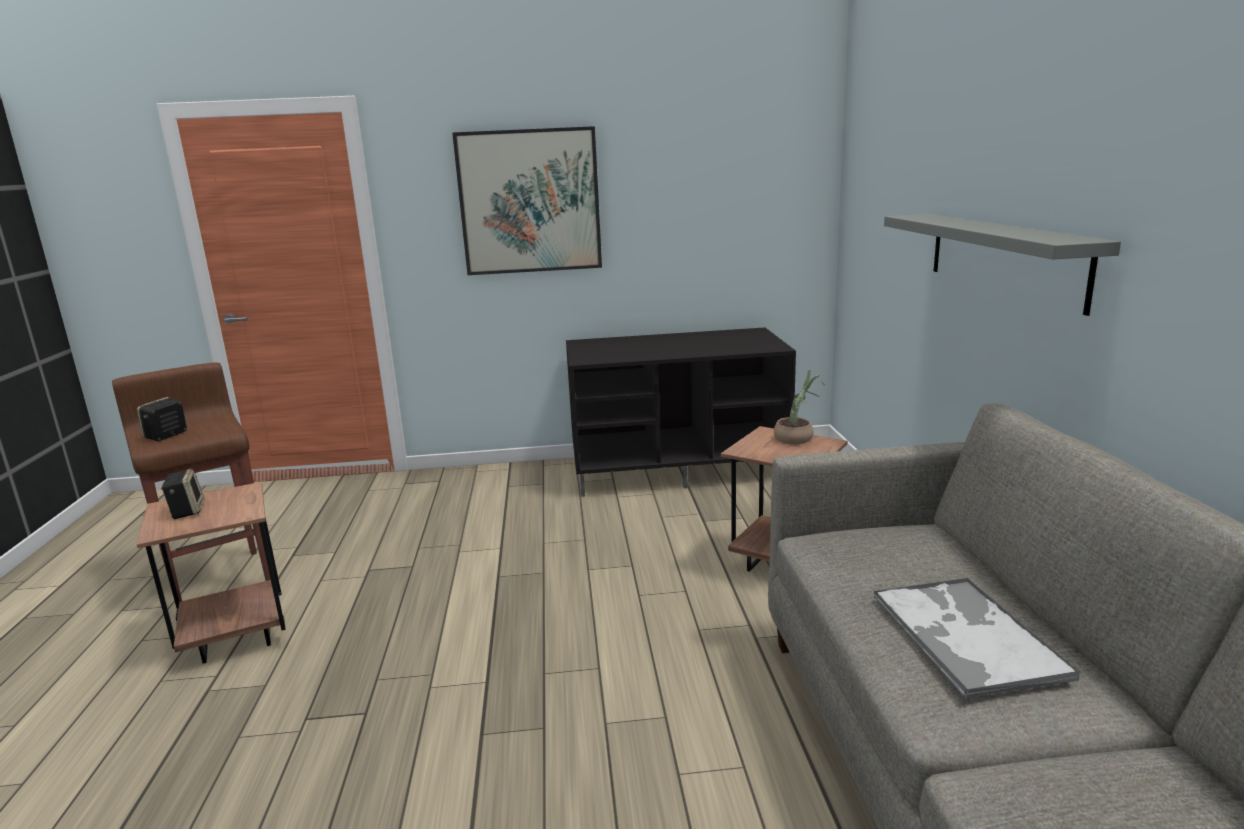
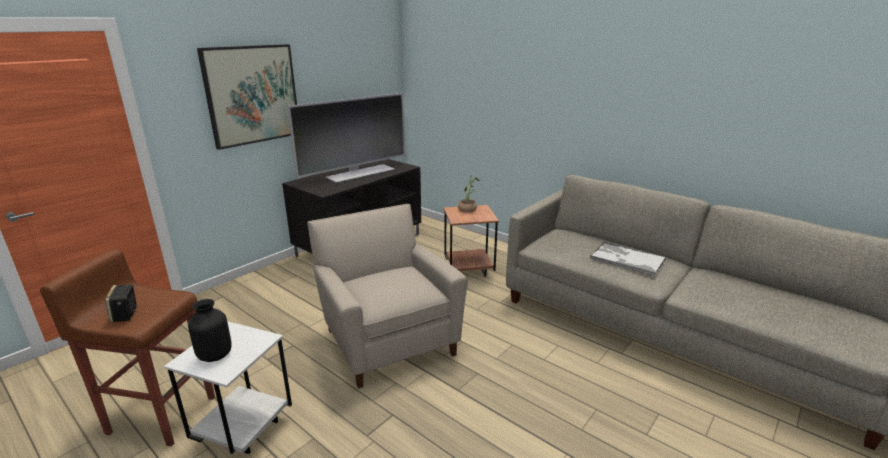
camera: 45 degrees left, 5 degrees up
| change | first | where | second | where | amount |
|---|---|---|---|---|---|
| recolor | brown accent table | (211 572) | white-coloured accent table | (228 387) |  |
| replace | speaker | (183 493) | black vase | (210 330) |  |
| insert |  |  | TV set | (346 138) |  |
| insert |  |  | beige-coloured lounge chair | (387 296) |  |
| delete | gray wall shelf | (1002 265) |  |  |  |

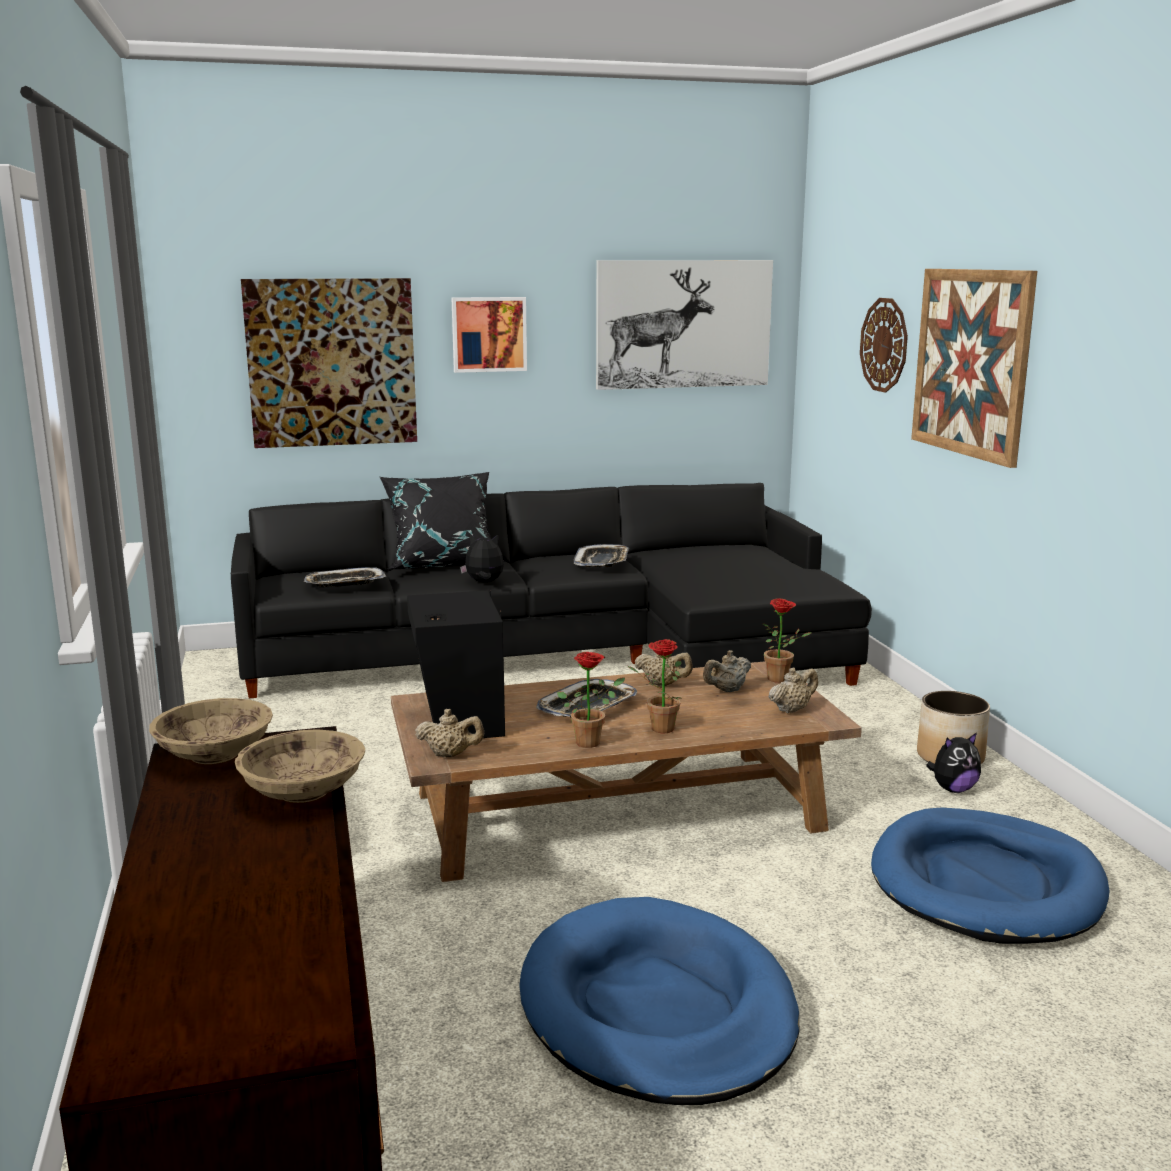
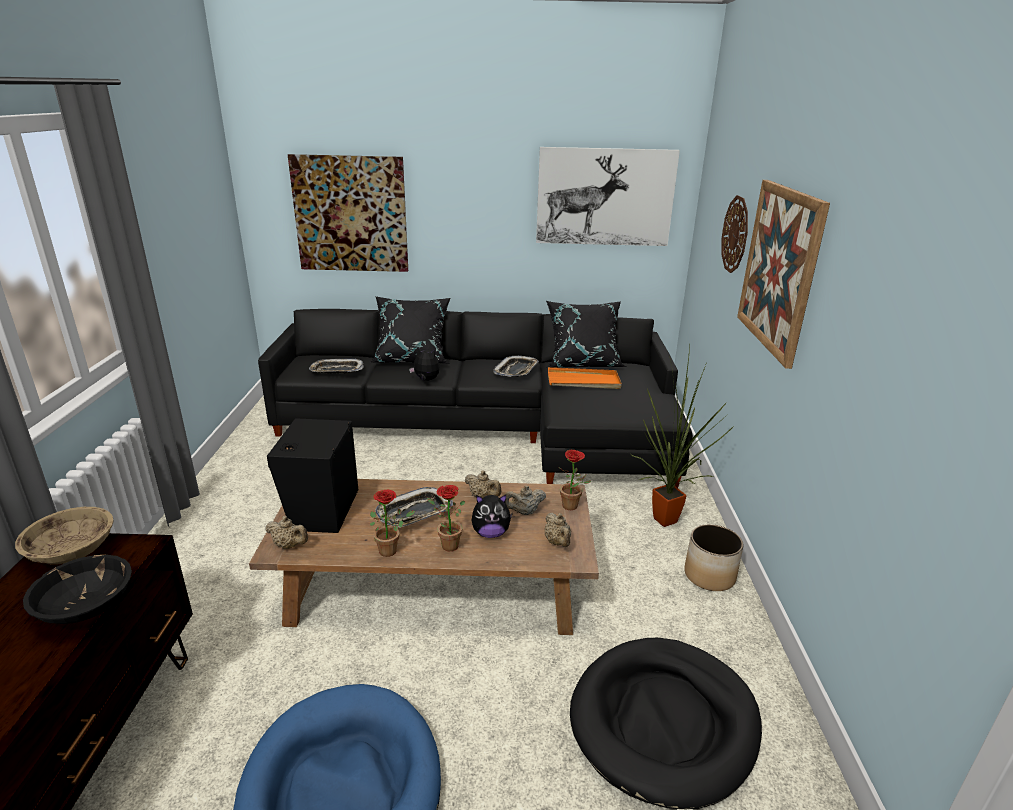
camera: 15 degrees right, 10 degrees up
| change | first | where | second | where | amount |
|---|---|---|---|---|---|
| recolor | beige-coloured deep dish | (300 766) | black deep dish | (77 589) |  |
| move | soft toy | (953 762) |  | (492 516) |  |
| rotate | beige-coloured pot for tea | (793 690) |  | (558 530) | 90 degrees clockwise |
| insert |  |  | black pillow | (586 334) |  |
| insert |  |  | orange carrying tray | (585 378) |  |
| recolor | blue-coloured dog bed | (990 876) | black dog bed | (666 723) |  |
| insert |  |  | potted plant | (682 436) |  |
| delete | wall picture | (489 335) |  |  |  |

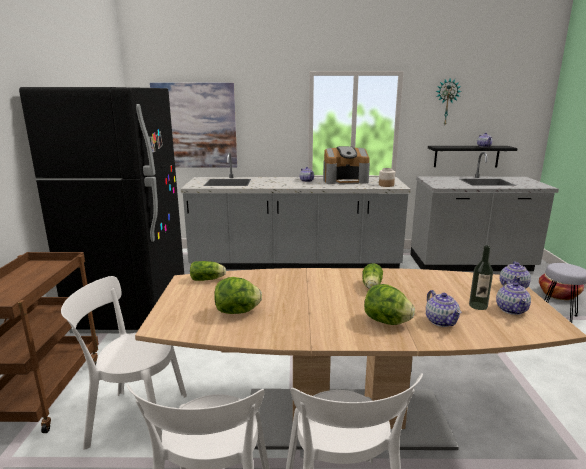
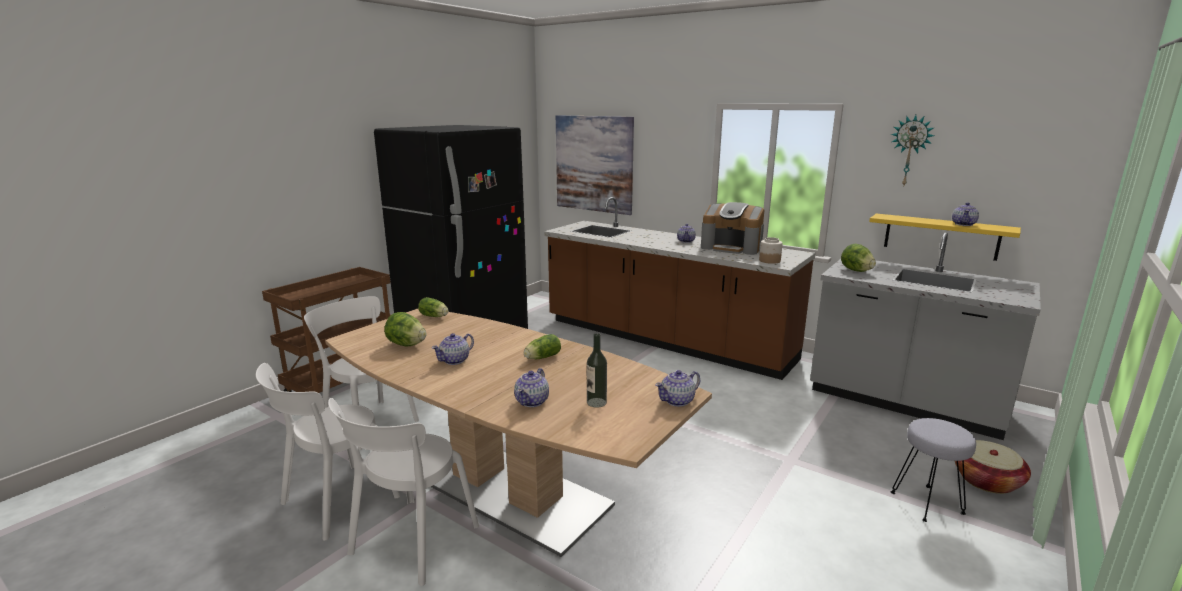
camera: 35 degrees right, 0 degrees up
| change | first | where | second | where | amount |
|---|---|---|---|---|---|
| move | pot for tea | (513 297) |  | (453 349) |  |
| recolor | gray kitchen counter | (296 211) | brown kitchen counter | (680 288) |  |
| move | lettuce | (389 304) |  | (858 258) |  |
| recolor | black wall shelf | (472 156) | yellow-coloured wall shelf | (945 237) |  |

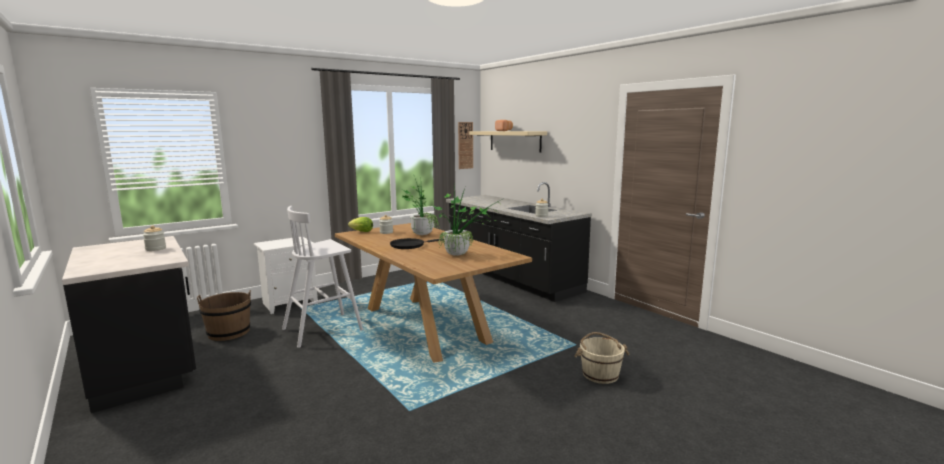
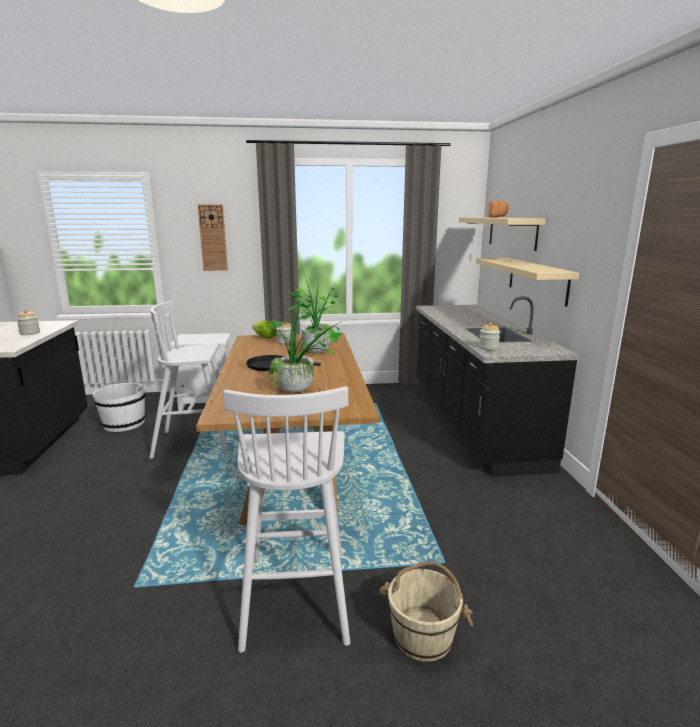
camera: 30 degrees right, 5 degrees up
| change | first | where | second | where | amount |
|---|---|---|---|---|---|
| recolor | brown water bucket | (224 315) | white-coloured water bucket | (119 406) |  |
| move | hanging clock | (465 145) |  | (213 237) |  |
| insert |  |  | white-coloured stool | (286 519) |  |
| insert |  |  | beige-coloured wall shelf | (527 282) |  |

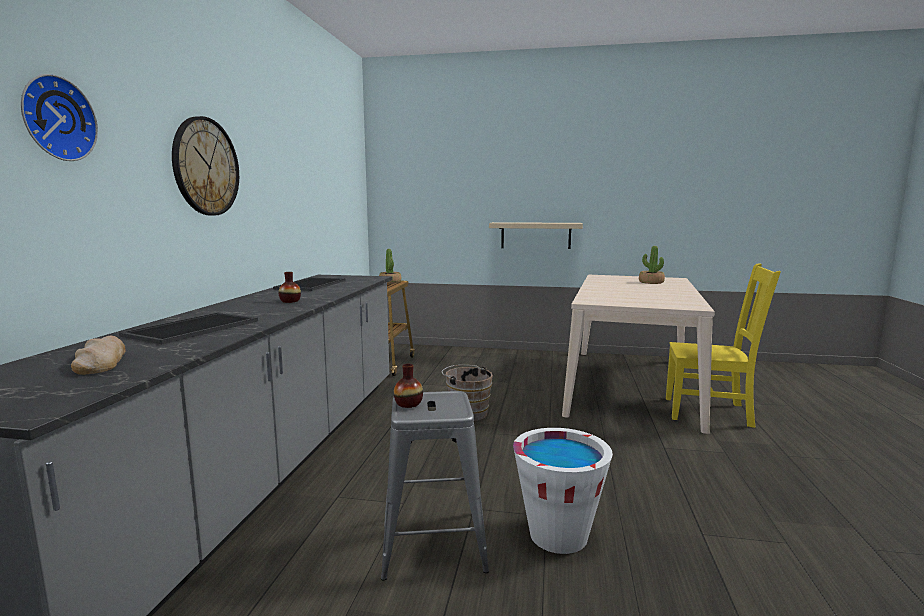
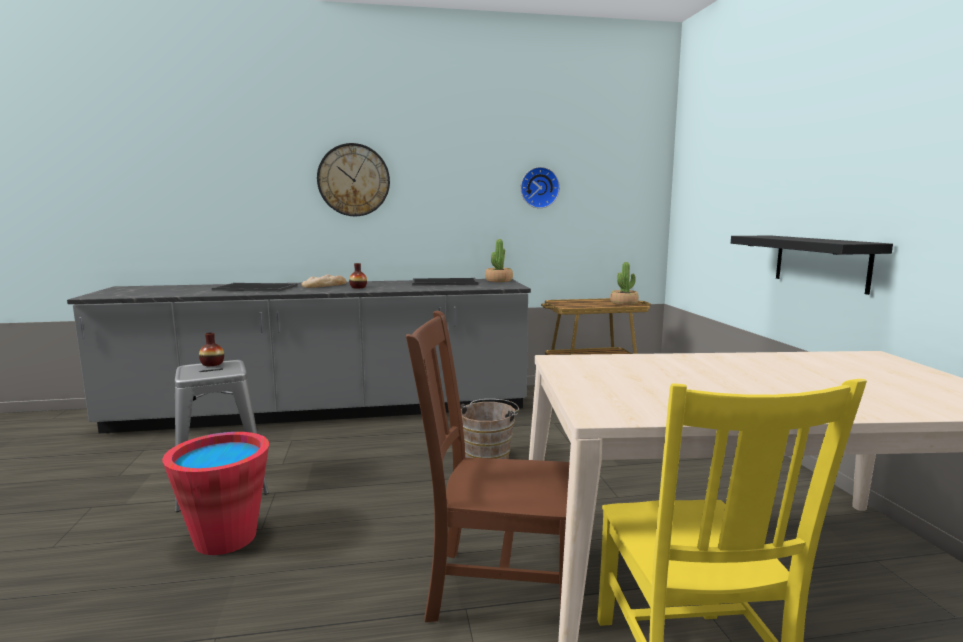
camera: 70 degrees right, 0 degrees up
| change | first | where | second | where | amount |
|---|---|---|---|---|---|
| recolor | white-coloured water bucket | (563 491) | red water bucket | (215 493) |  |
| move | bakery bread | (98 355) |  | (324 281) |  |
| insert |  |  | brown plain chair | (487 466) |  |
| move | potted plant | (652 265) |  | (499 260) |  |
| move | hanging clock | (59 117) |  | (540 187) |  |
| recolor | beige-coloured wall shelf | (536 235) | black wall shelf | (812 265) |  |

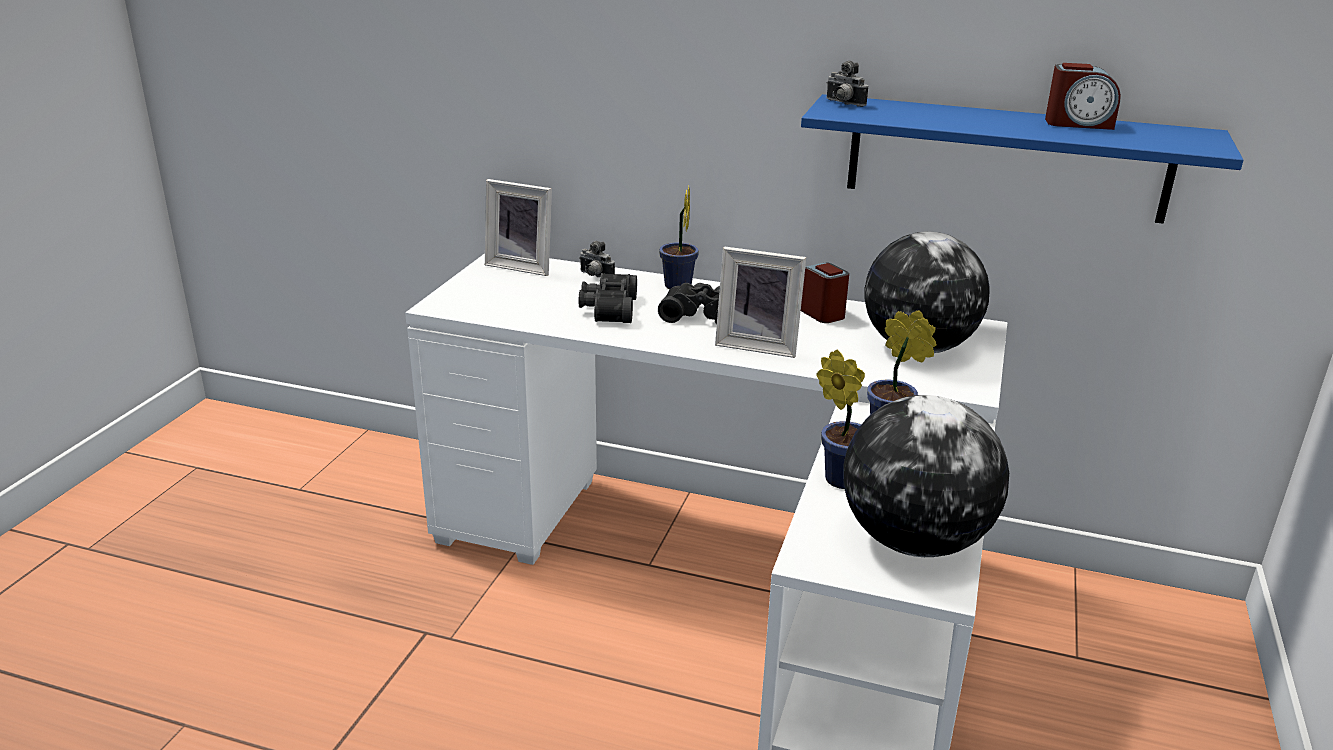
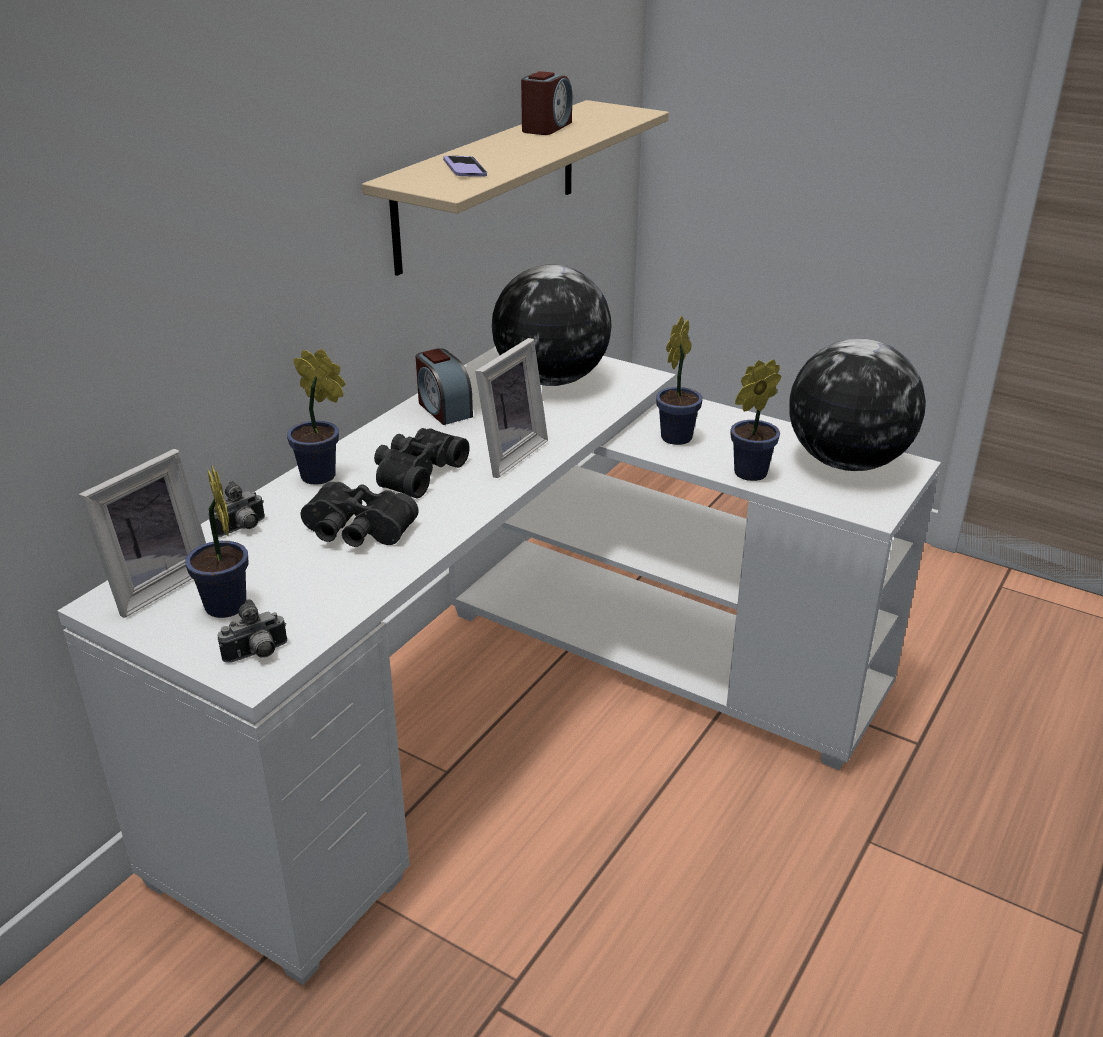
camera: 75 degrees left, 5 degrees up
| change | first | where | second | where | amount |
|---|---|---|---|---|---|
| insert |  |  | potted plant | (216 542) |  |
| move | still camera | (847 84) |  | (252 631) |  |
| recolor | blue-coloured wall shelf | (1022 159) | beige-coloured wall shelf | (515 188) |  |
| rotate | table clock | (825 292) |  | (444 386) | 105 degrees counterclockwise |
| insert |  |  | phone | (465 166) |  |

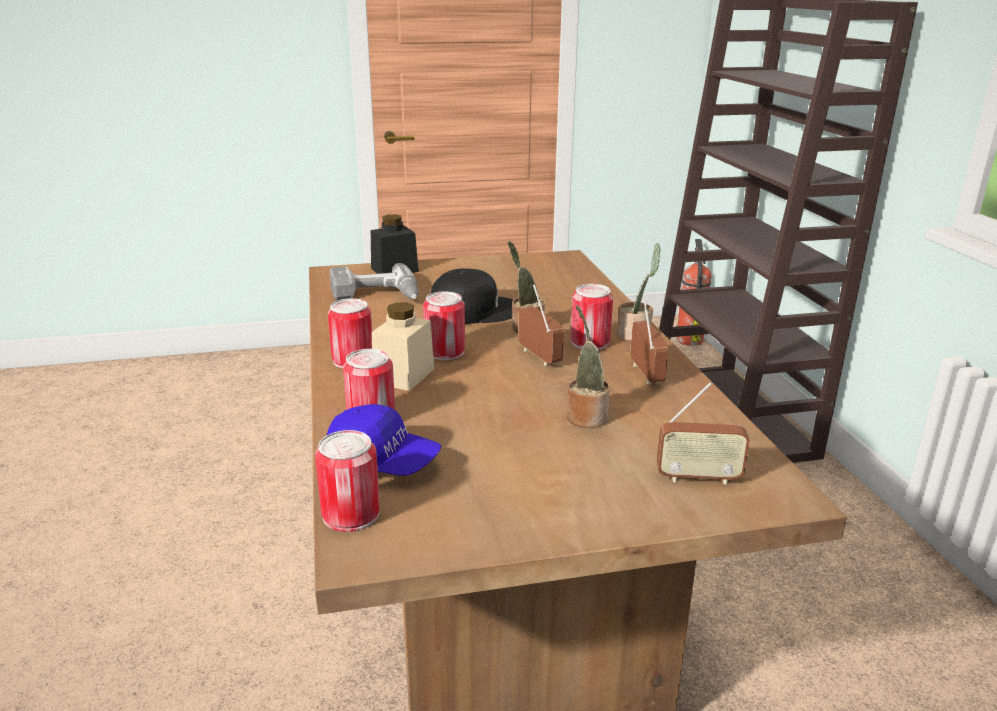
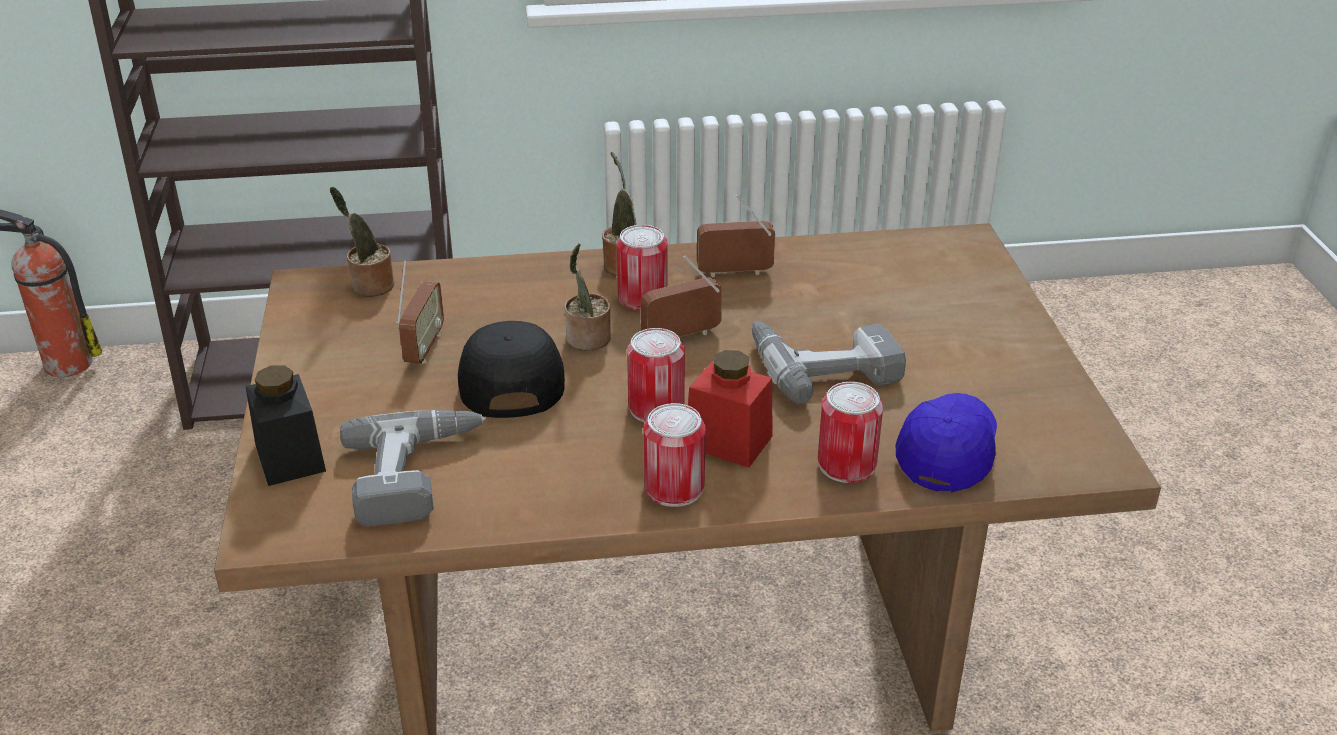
camera: 85 degrees left, 10 degrees up
| change | first | where | second | where | amount |
|---|---|---|---|---|---|
| move | potted plant | (588 366) |  | (362 242) |  |
| move | radio | (703 433) |  | (420 312) |  |
| recolor | beige-coloured storage jar | (403 346) | red storage jar | (730 408) |  |
| insert |  |  | drill | (829 362) |  |
| delete | metal can | (347 481) |  |  |  |

